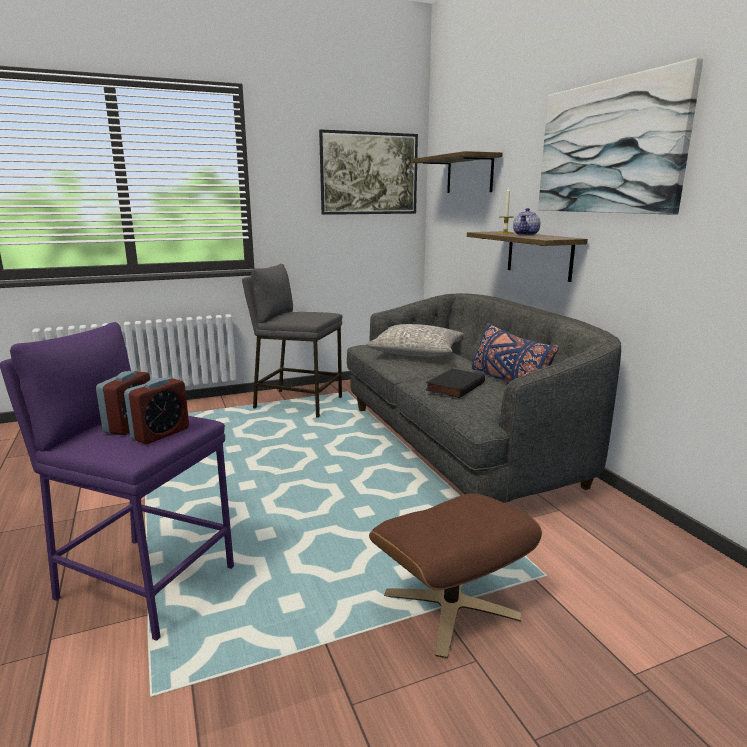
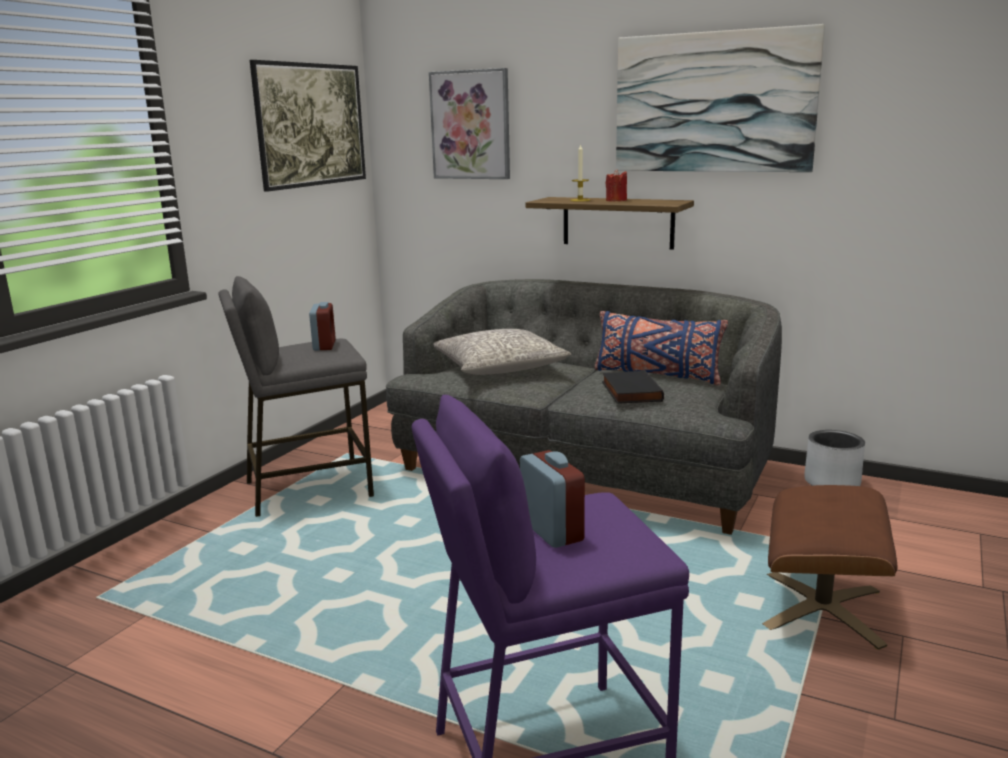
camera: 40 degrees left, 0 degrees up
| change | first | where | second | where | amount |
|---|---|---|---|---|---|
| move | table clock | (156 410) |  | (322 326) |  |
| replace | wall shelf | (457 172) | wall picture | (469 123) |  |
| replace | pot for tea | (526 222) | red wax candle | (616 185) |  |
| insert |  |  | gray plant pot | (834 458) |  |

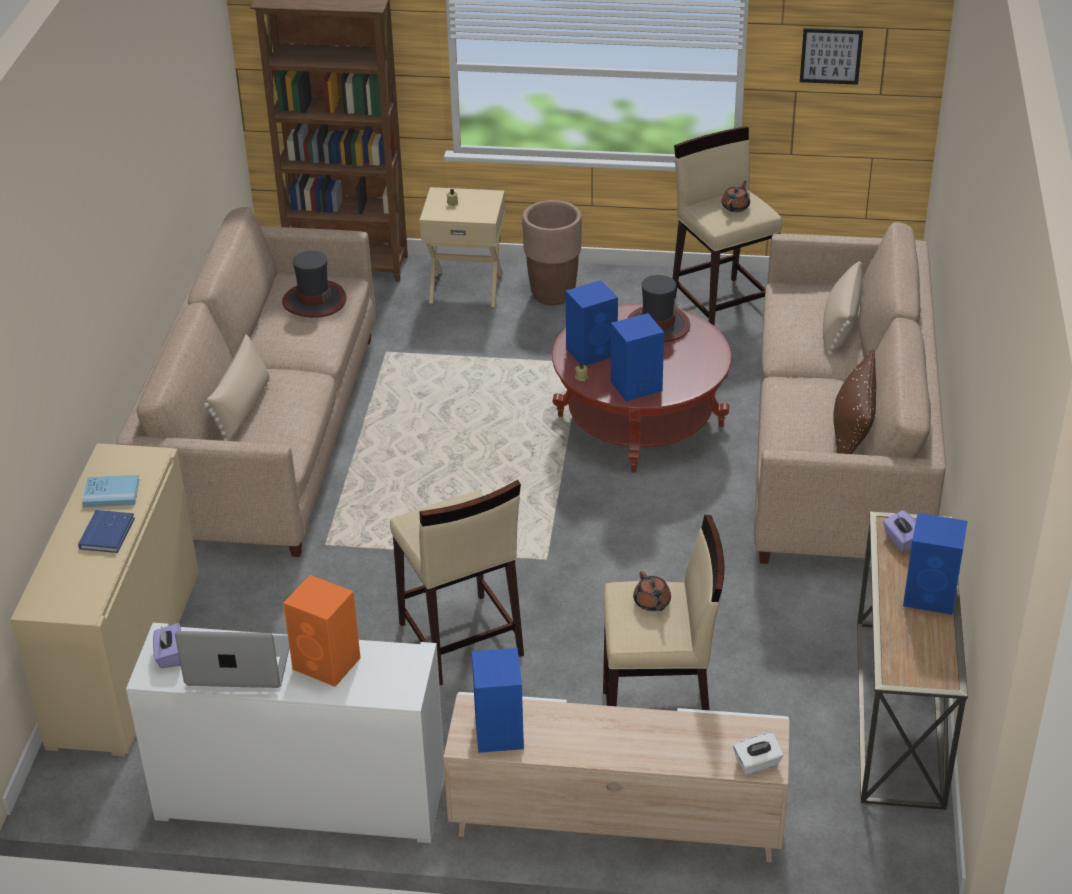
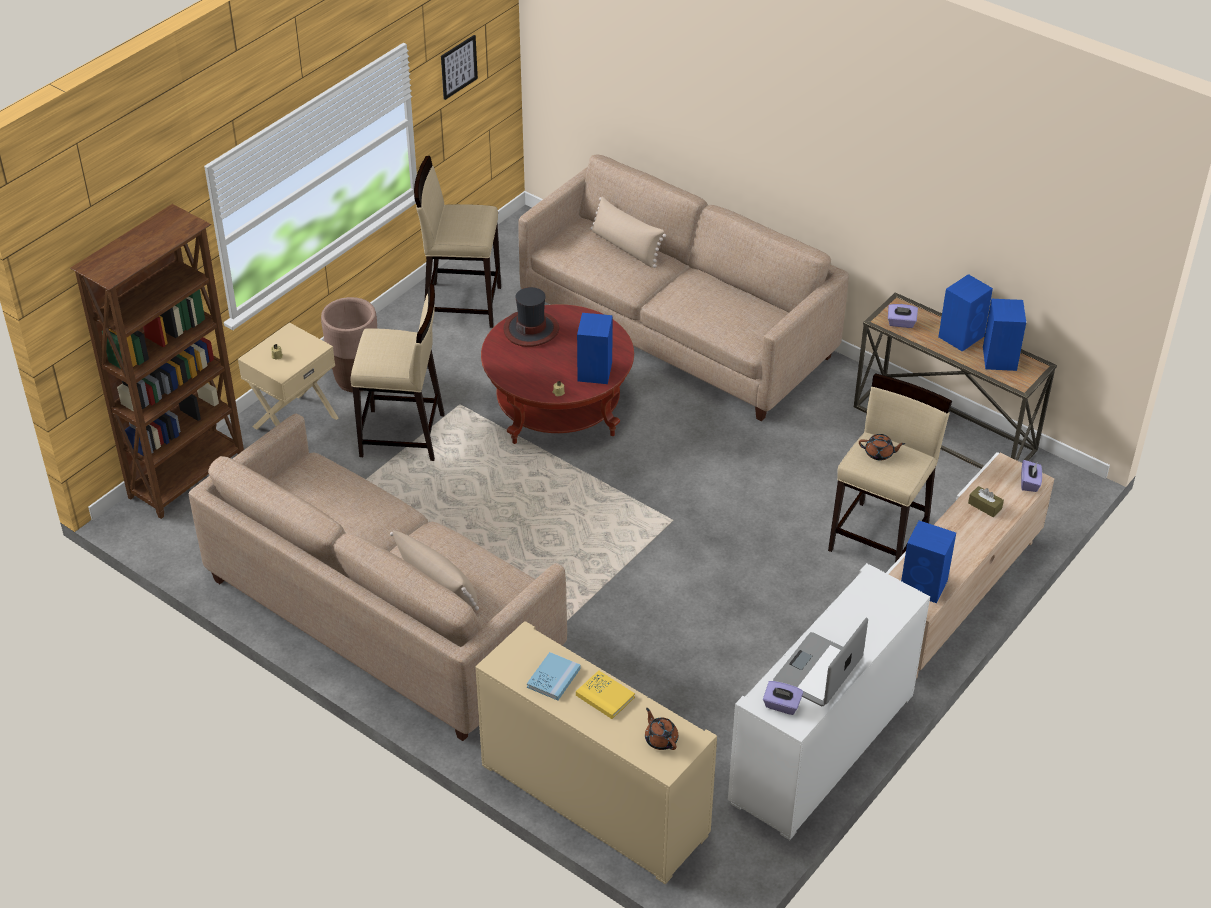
camera: 60 degrees left, 5 degrees up
| change | first | where | second | where | amount |
|---|---|---|---|---|---|
| move | beige-coloured stool | (457 582) |  | (397 372) |  |
| recolor | blue-coloured volume | (106 531) | yellow-coloured volume | (605 694) |  |
| move | brown pot for tea | (735 196) |  | (661 729) |  |
| insert |  |  | brown tissue box | (986 501) |  |
| move | blue-coloured speaker | (592 323) |  | (1004 335) |  |
| recolor | white-coloured tissue box | (758 754) | purplish tissue box | (1031 476) |  |
| delete | hat | (314 284) |  |  |  |
| delete | orange speaker | (321 631) |  |  |  |
| delete | brown pillow | (854 401) |  |  |  |

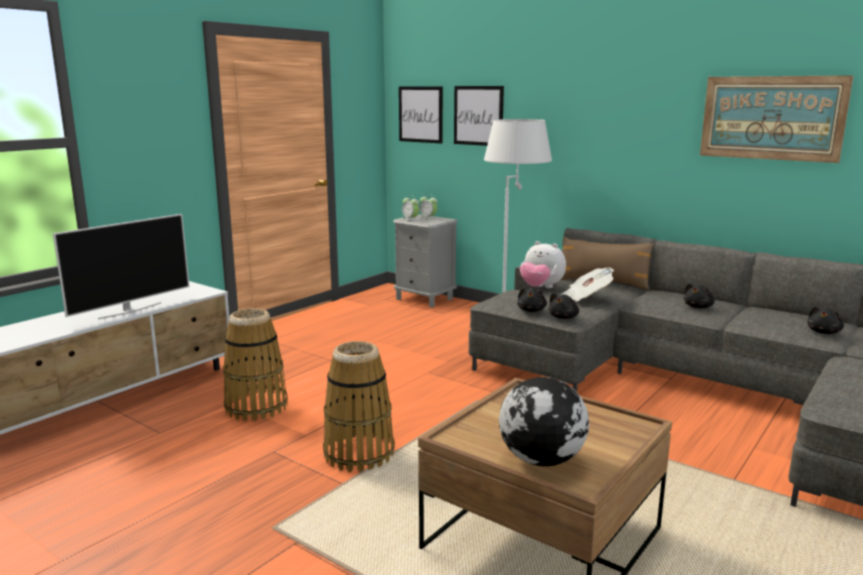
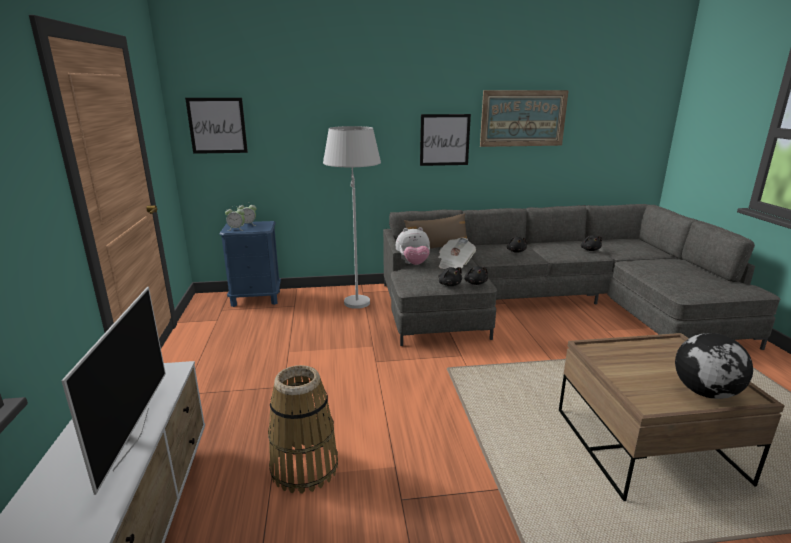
camera: 45 degrees left, 5 degrees up
| change | first | where | second | where | amount |
|---|---|---|---|---|---|
| recolor | gray night table | (425 261) | blue-coloured night table | (250 264) |  |
| move | wall picture | (479 116) |  | (445 140) |  |
| delete | household basket | (359 406) |  |  |  |

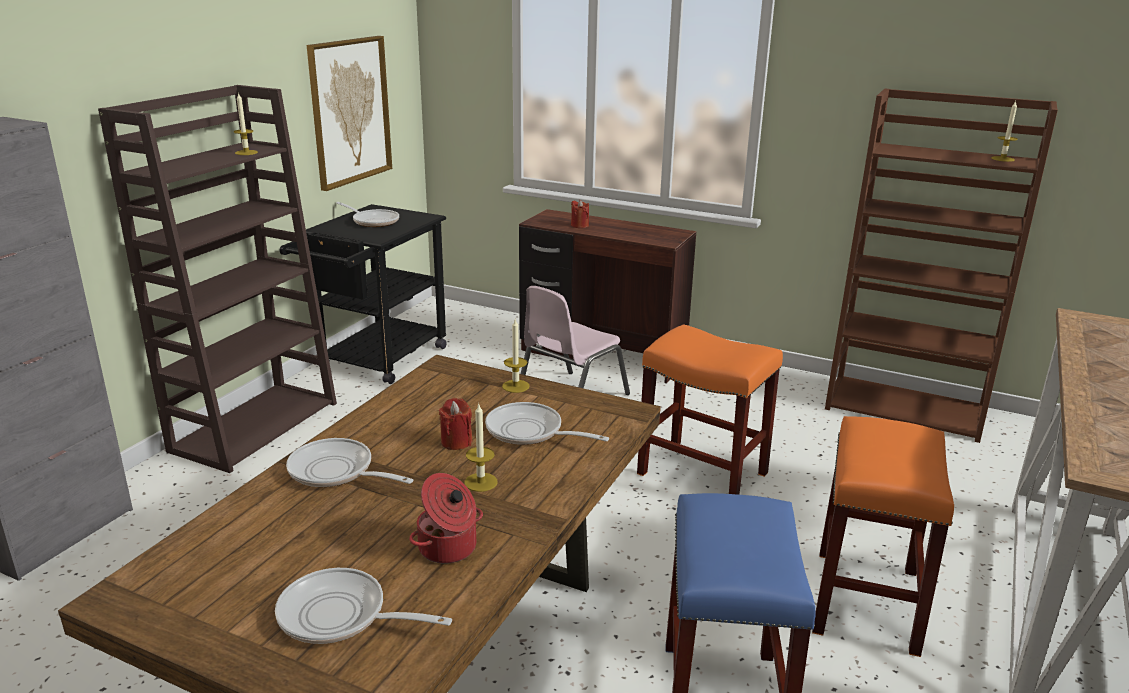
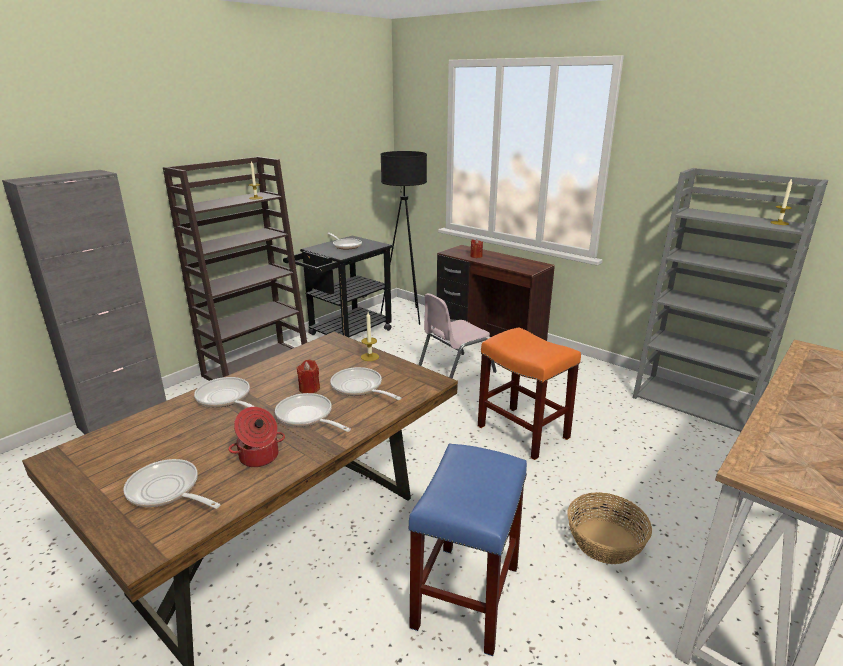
camera: 15 degrees right, 0 degrees up
| change | first | where | second | where | amount |
|---|---|---|---|---|---|
| replace | wax candle | (481 448) | skillet | (313 412) |  |
| insert |  |  | black standard lamp | (403 238) |  |
| replace | orange stool | (883 536) | household basket | (610 528) |  |
| recolor | brown shelving unit | (941 266) | gray shelving unit | (730 300) |  |
| delete | wall picture | (349 113) |  |  |  |

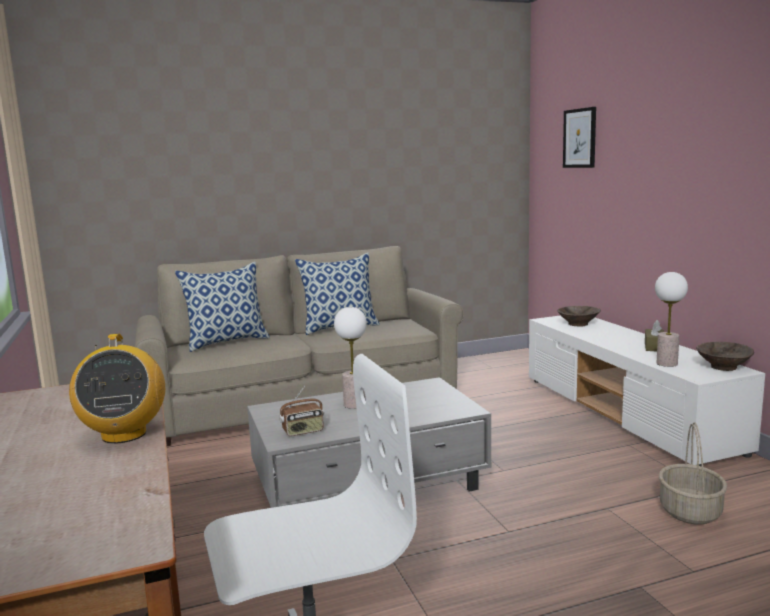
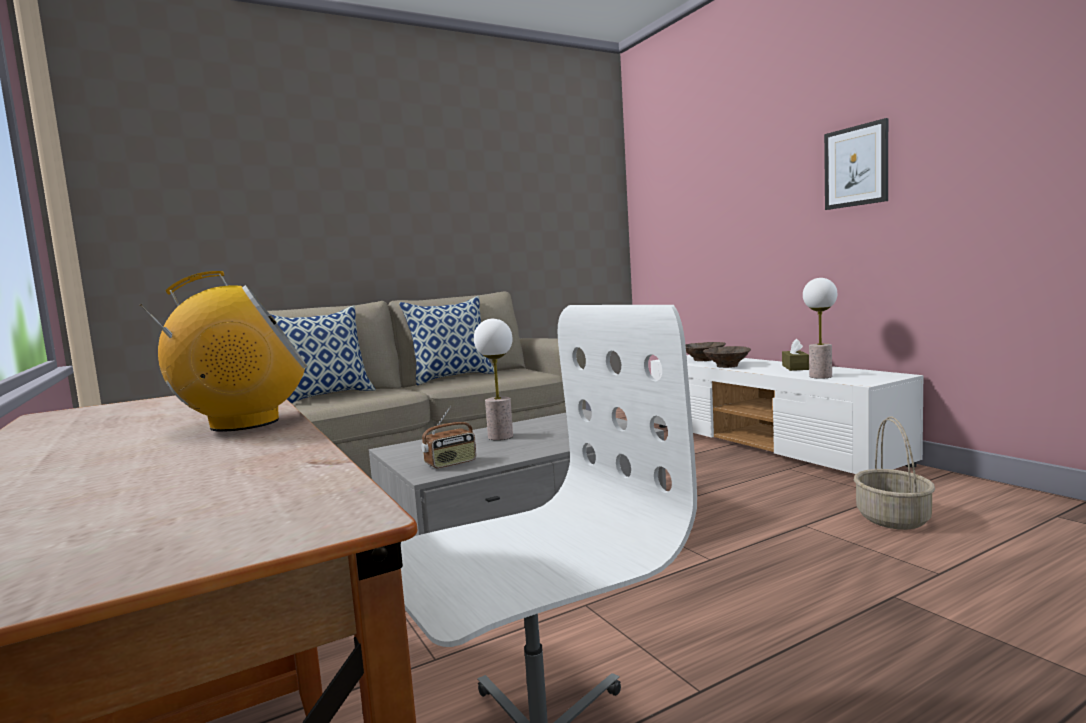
camera: 10 degrees left, 5 degrees down
| change | first | where | second | where | amount |
|---|---|---|---|---|---|
| rotate | radio | (117 389) |  | (223 351) | 90 degrees counterclockwise |
| move | brown deep dish | (725 356) |  | (727 357) |  |
| move | wall picture | (579 137) |  | (856 164) |  |

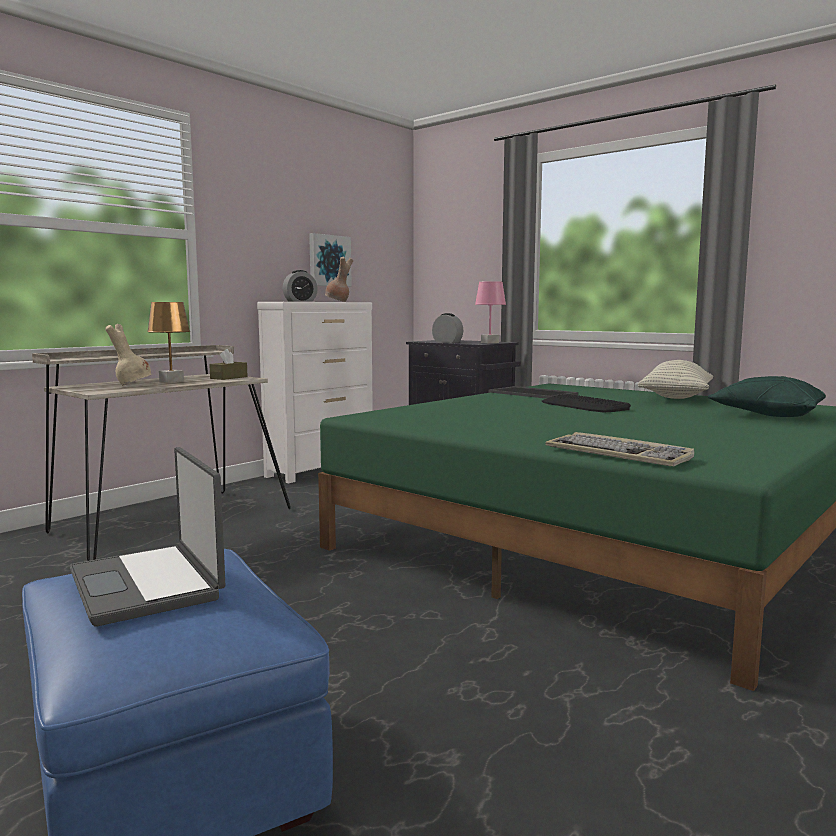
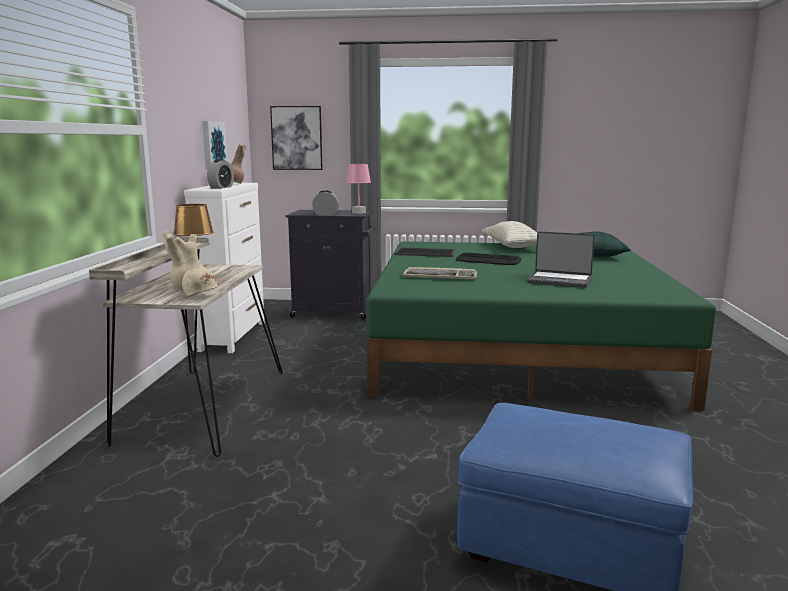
camera: 35 degrees left, 5 degrees up
| change | first | where | second | where | amount |
|---|---|---|---|---|---|
| insert |  |  | beige-coloured vase | (196 265) |  |
| insert |  |  | wall picture | (296 138) |  |
| move | keyboard | (619 449) |  | (440 273) |  |
| move | portable computer | (147 536) |  | (561 259) |  |
| delete | brown tissue box | (228 364) |  |  |  |

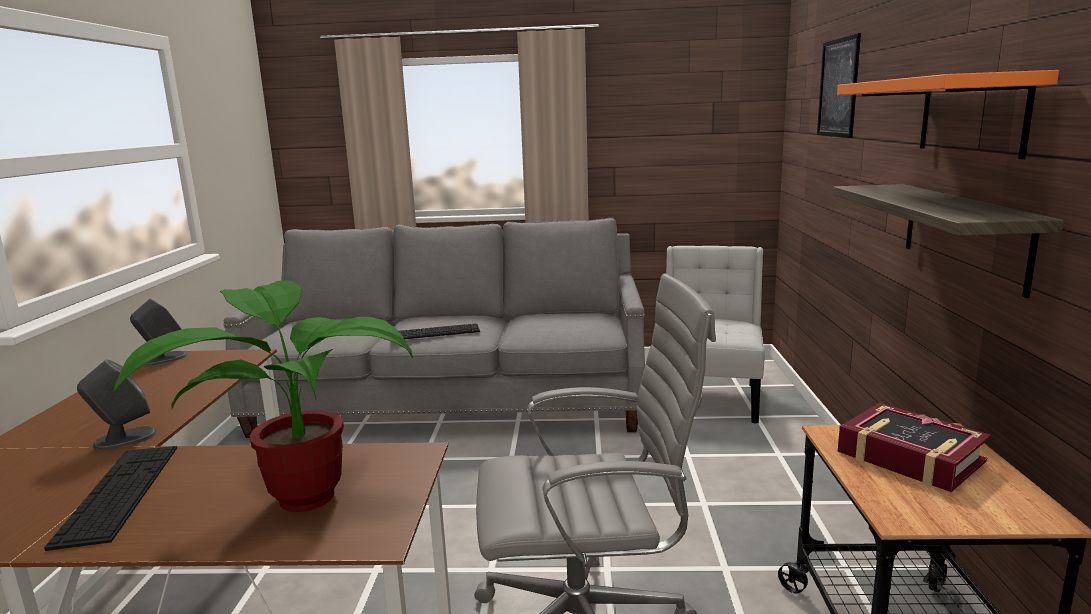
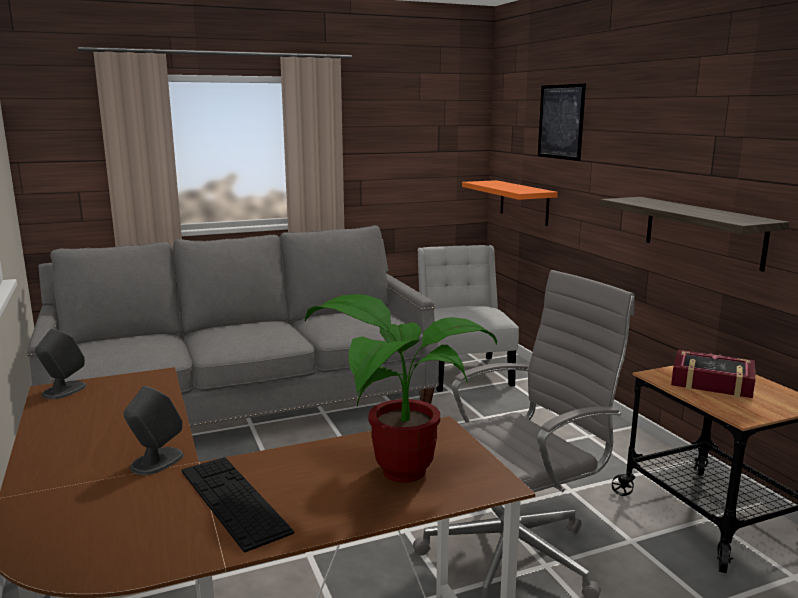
camera: 25 degrees left, 0 degrees up
| change | first | where | second | where | amount |
|---|---|---|---|---|---|
| move | orange wall shelf | (948 114) |  | (510 203) |  |
| delete | keyboard | (439 331) |  |  |  |

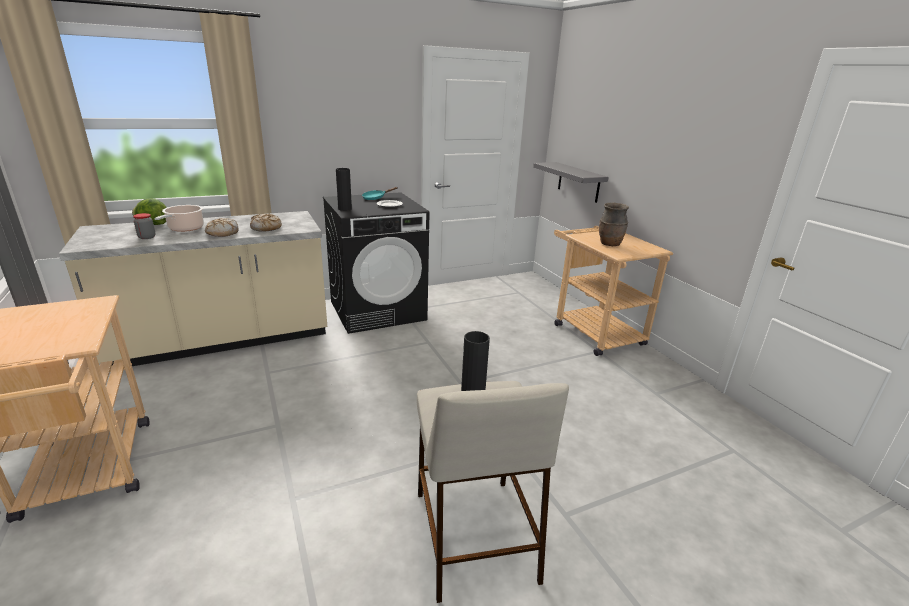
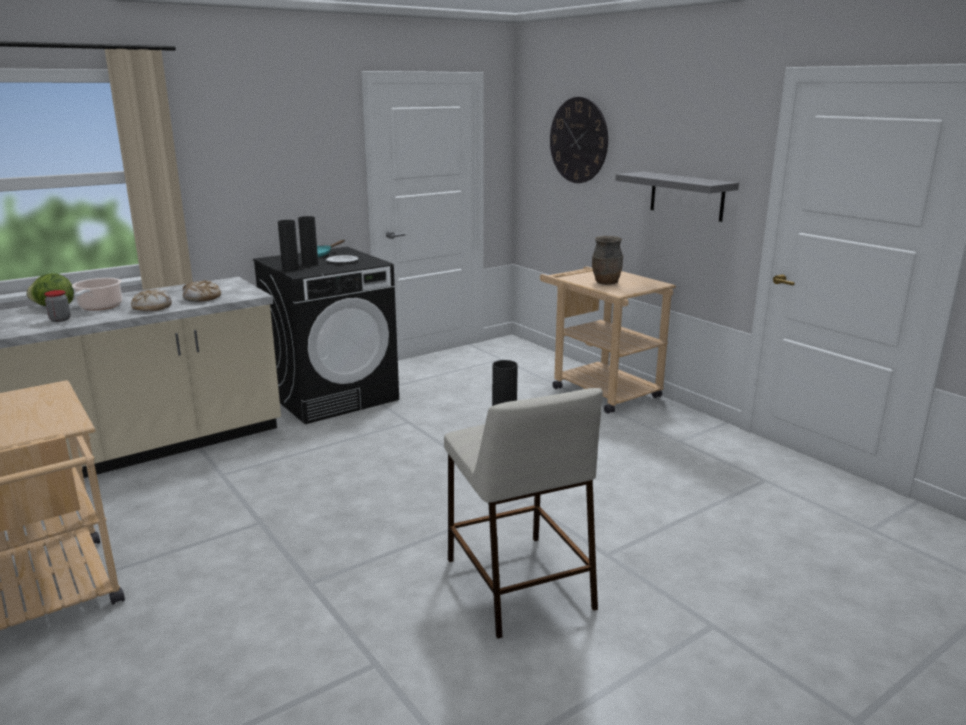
camera: 10 degrees left, 5 degrees down
| change | first | where | second | where | amount |
|---|---|---|---|---|---|
| insert |  |  | black vase | (308 241) |  |
| insert |  |  | hanging clock | (579 140) |  |
| move | gray wall shelf | (571 182) |  | (677 197) |  |

